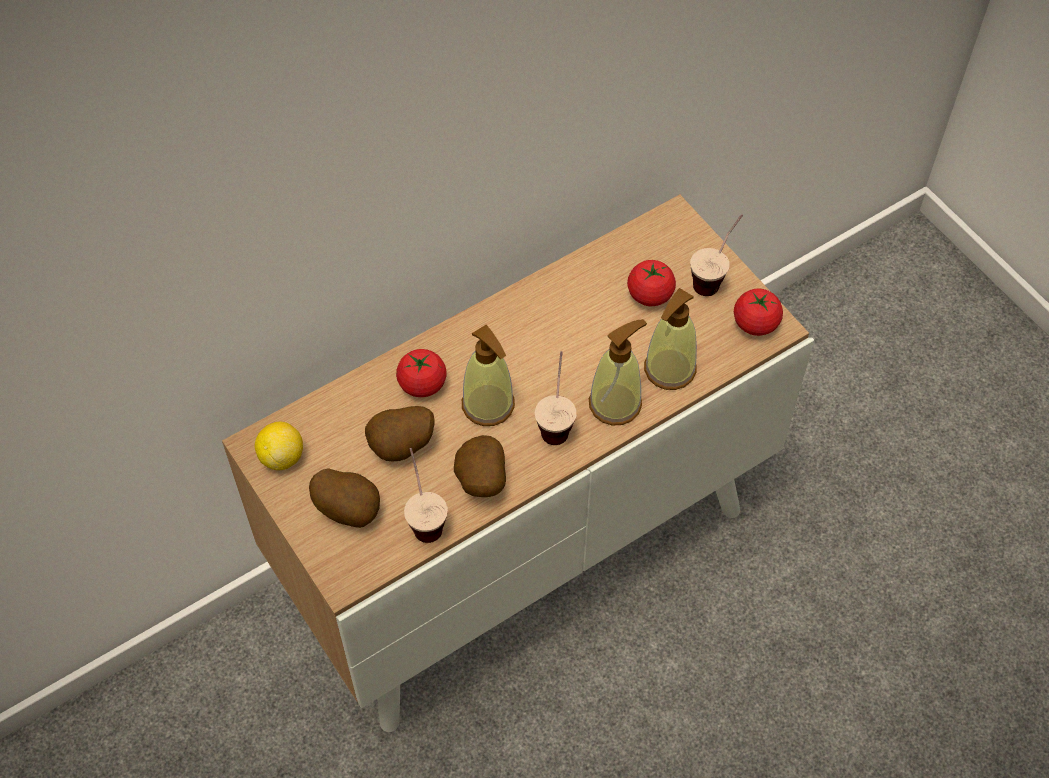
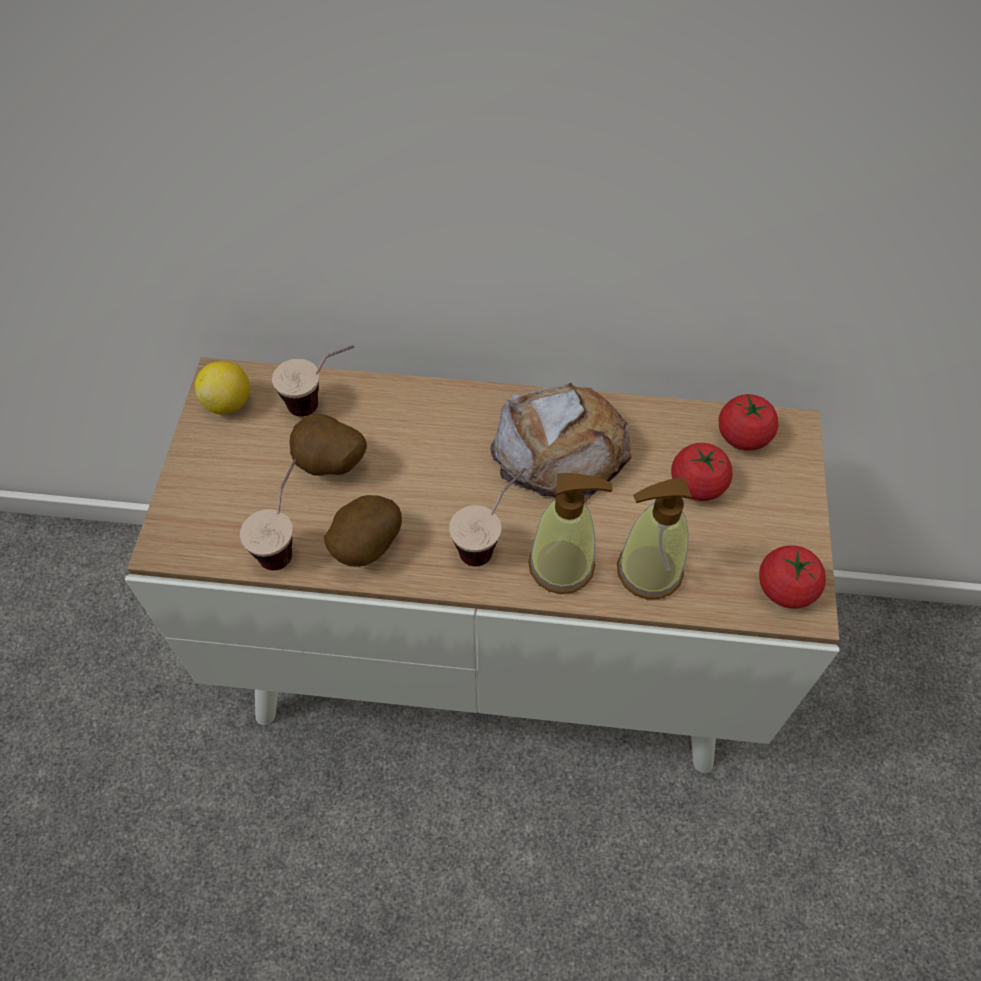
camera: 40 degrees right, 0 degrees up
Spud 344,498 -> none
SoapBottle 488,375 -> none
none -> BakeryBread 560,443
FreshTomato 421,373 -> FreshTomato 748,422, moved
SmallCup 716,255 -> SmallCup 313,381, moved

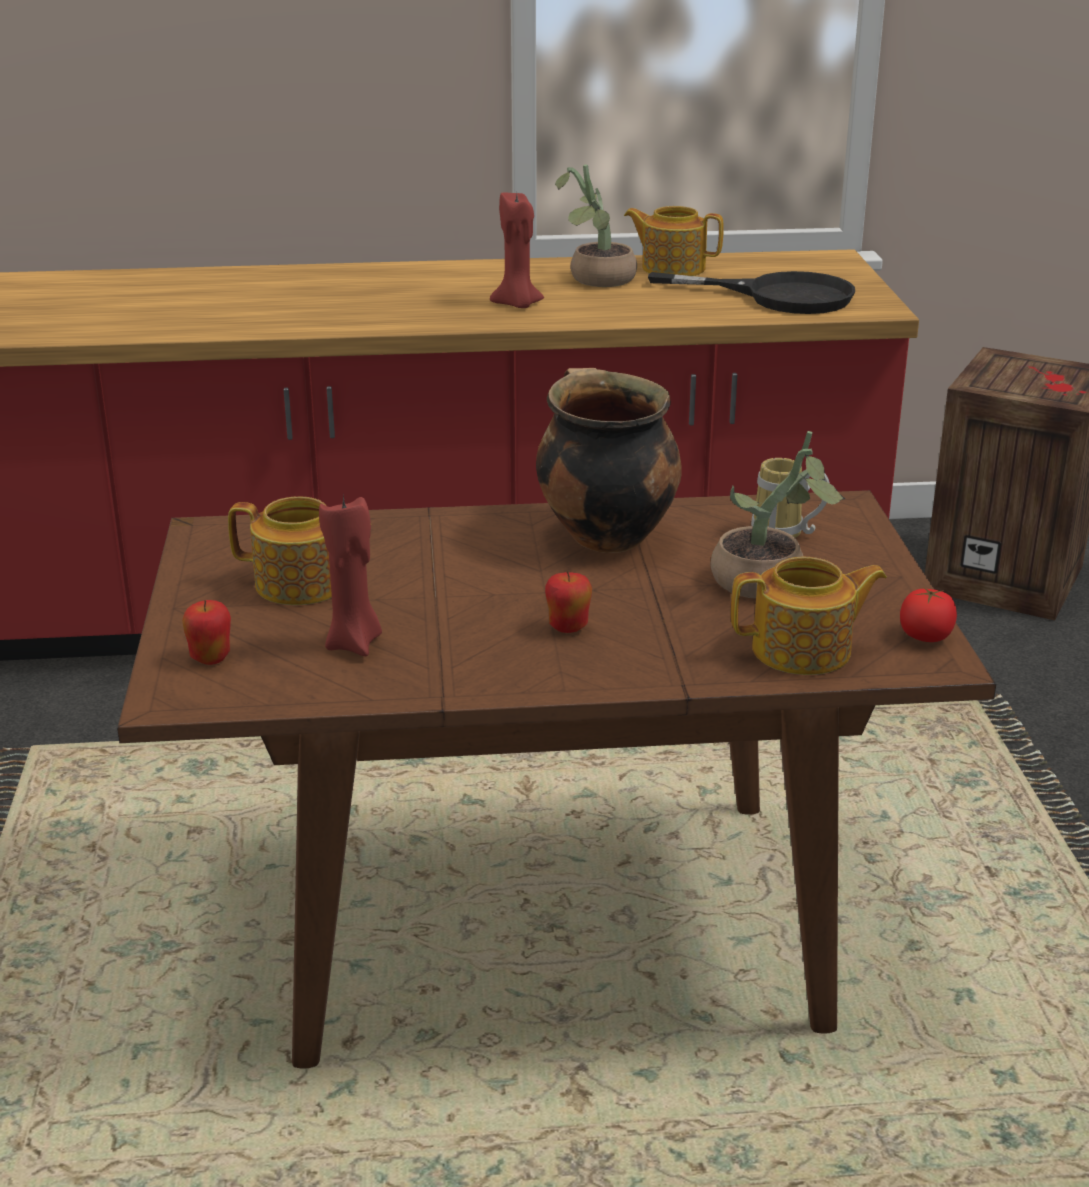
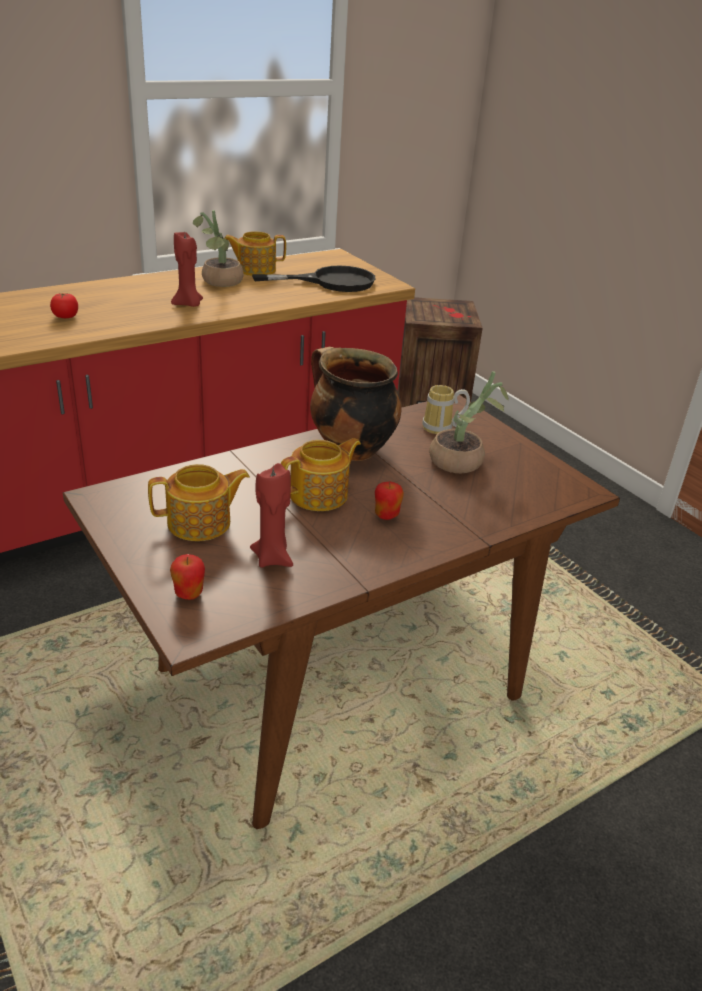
camera: 30 degrees left, 5 degrees up
TeaPot 809,616 -> TeaPot 321,474, moved
FreshTomato 928,614 -> FreshTomato 64,305, moved

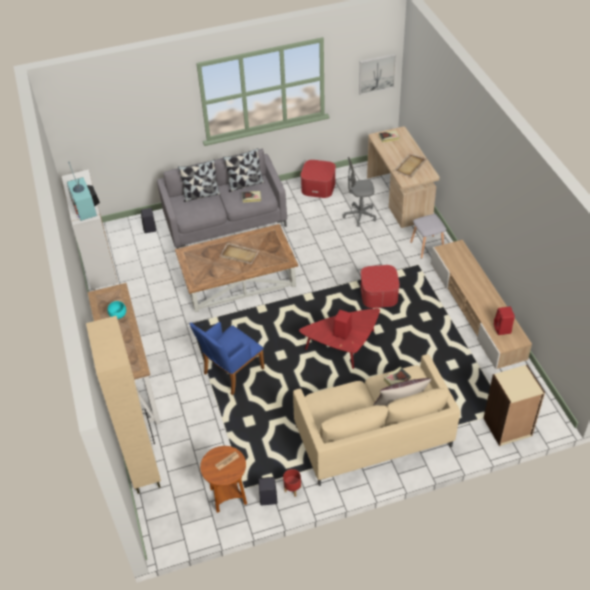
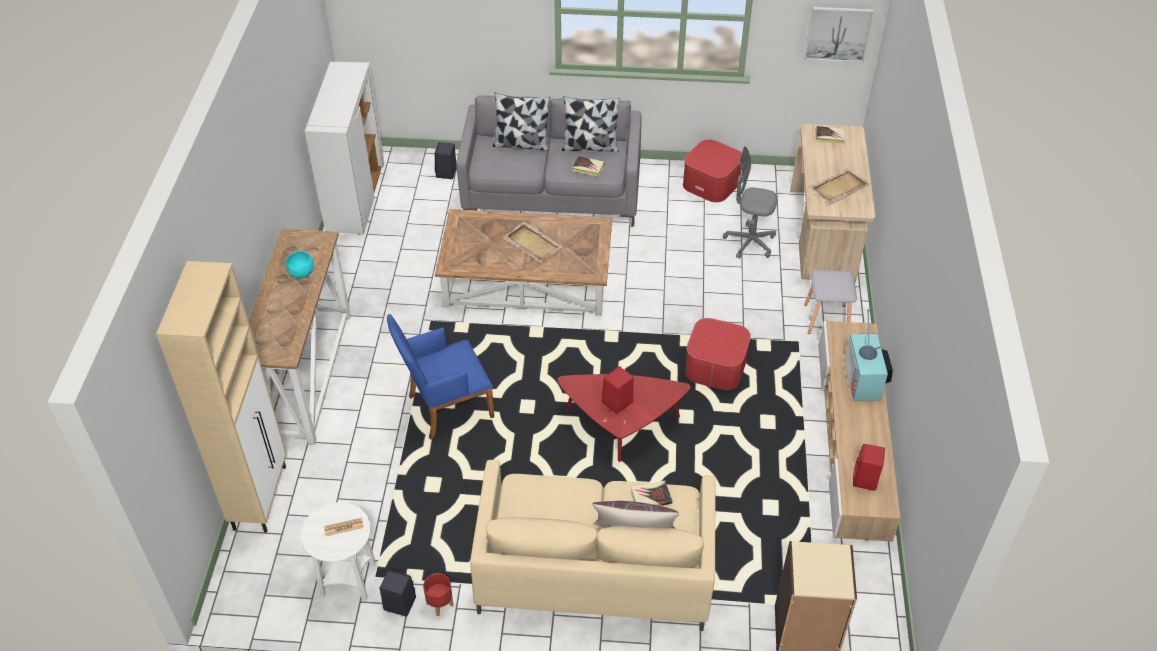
camera: 20 degrees right, 0 degrees up
Television 83,191 -> Television 868,355, moved
BrownColouredAccentTable 223,479 -> WhitishAccentTable 338,551

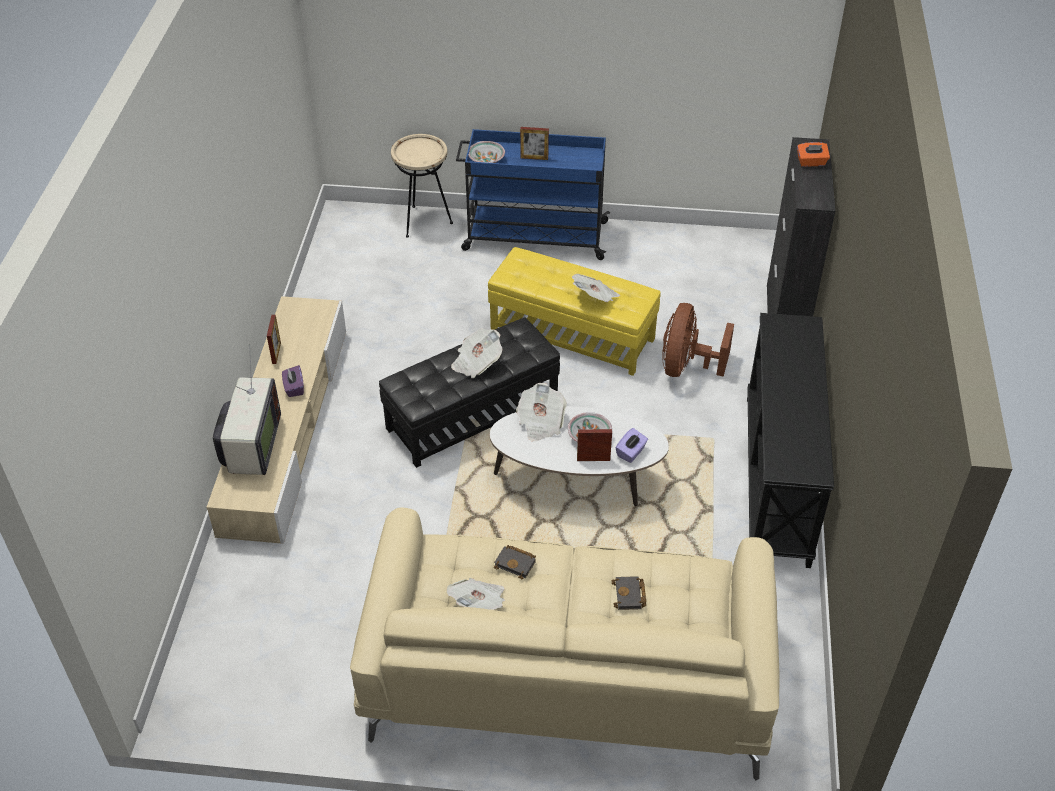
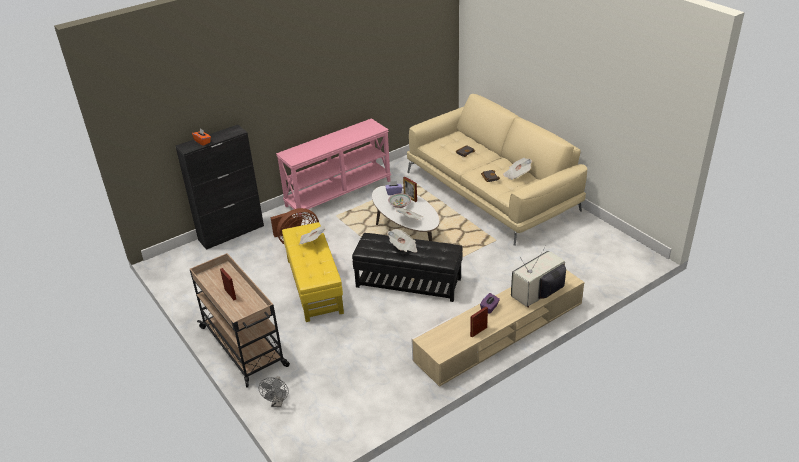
camera: 130 degrees left, 10 degrees down
Bowl 486,152 -> none
BeigeAccentTable 422,186 -> GreyElectricFan 274,391
BlueColouredWheeledCart 533,194 -> BeigeWheeledCart 240,320
BlackHallTable 790,440 -> PinkColouredHallTable 333,167

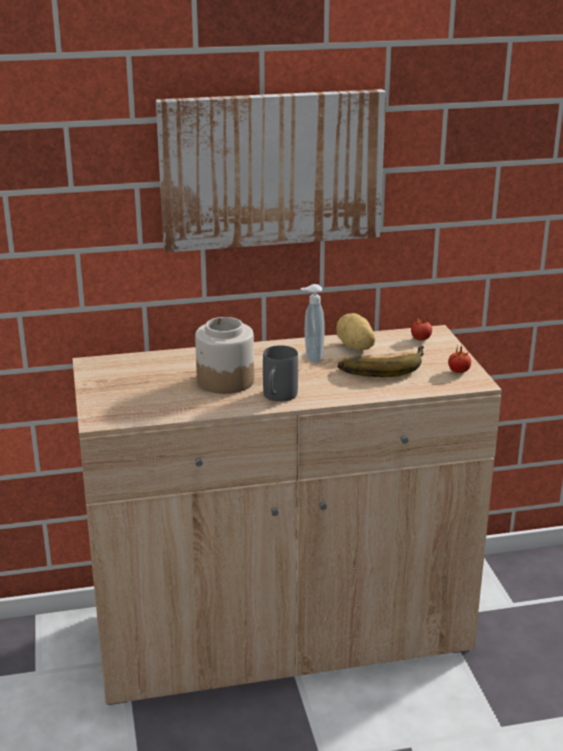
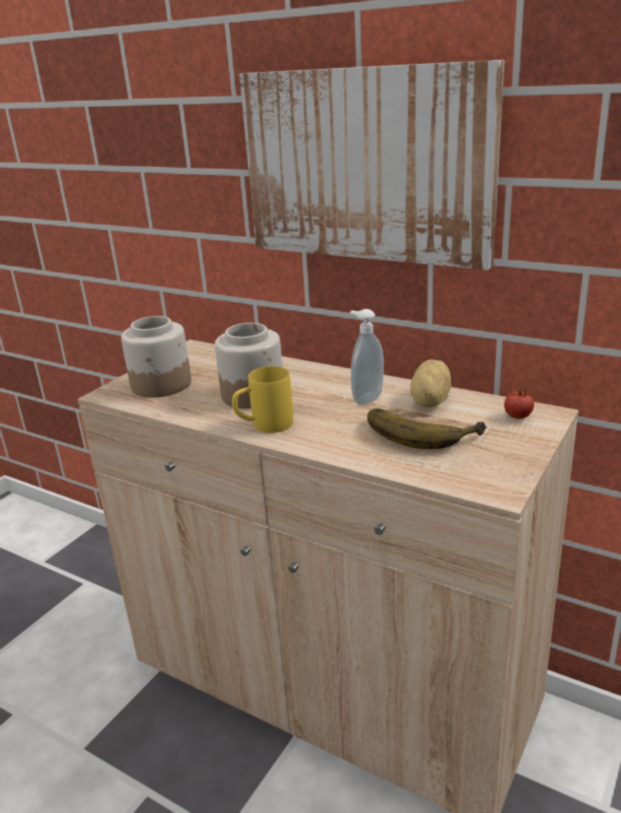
camera: 45 degrees right, 0 degrees up
FreshTomato 459,359 -> none
none -> StorageJar 156,357
GreyMug 280,373 -> YellowishMug 262,399

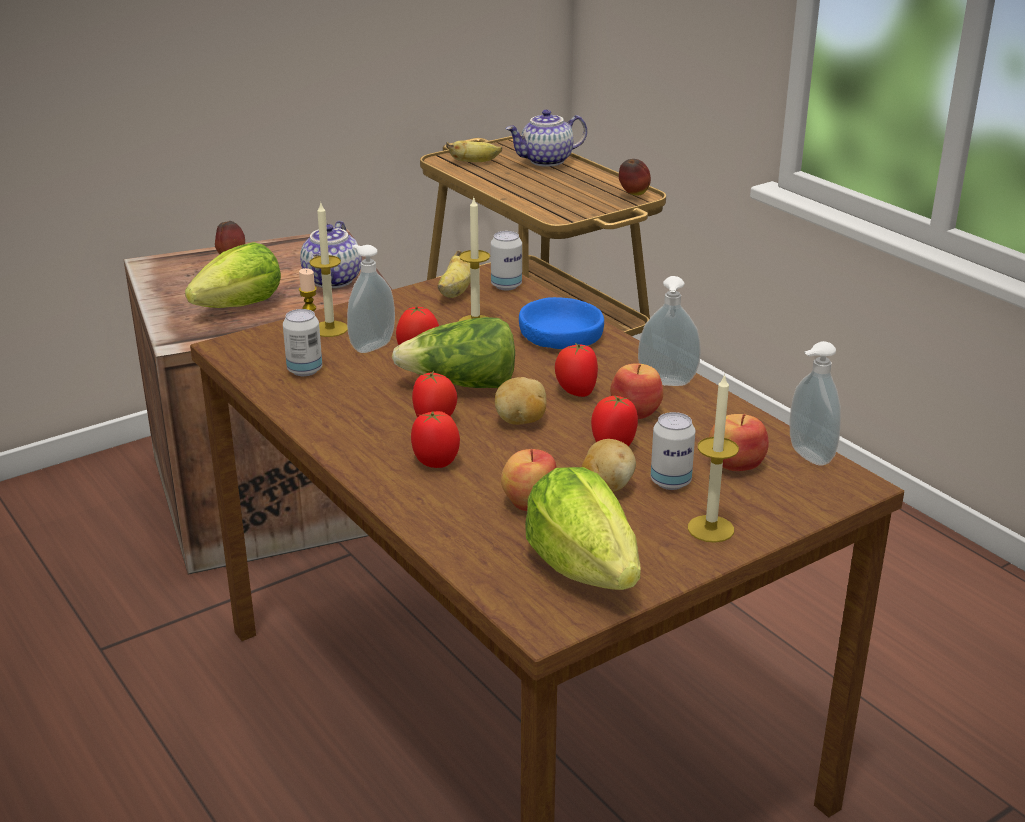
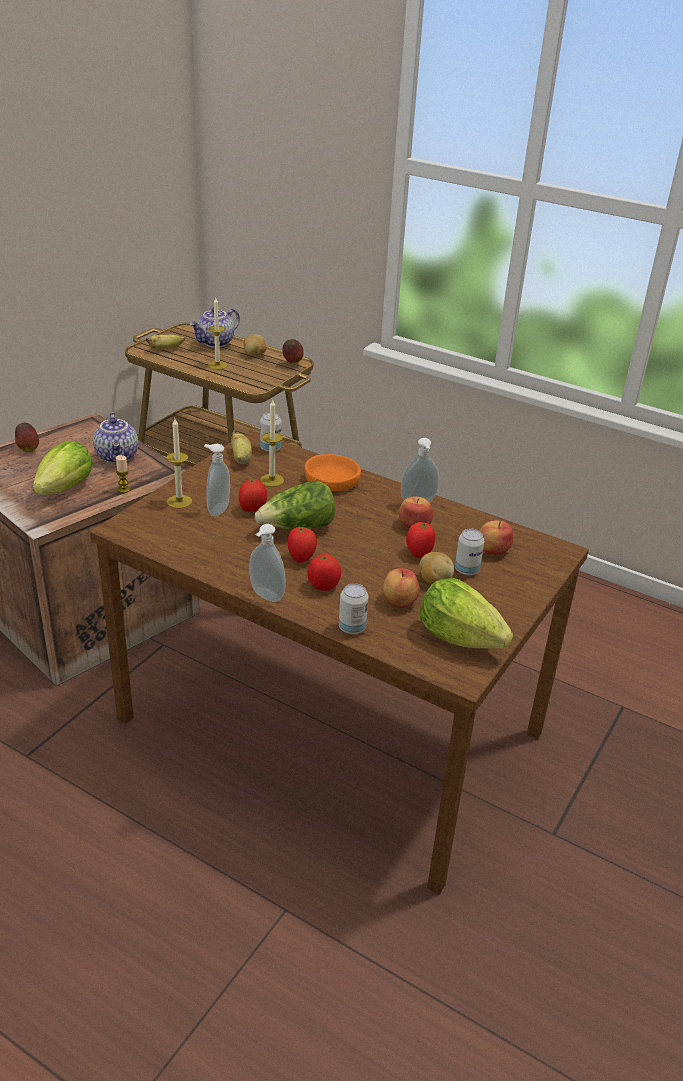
camera: 25 degrees left, 5 degrees up
FreshTomato 576,370 -> none
Can 302,342 -> Can 354,608, moved
Spud 521,401 -> Spud 255,345, moved
WaxLight 713,458 -> WaxLight 217,334, moved
SoapBottle 815,403 -> SoapBottle 267,563, moved
BlueColouredBowl 561,323 -> OrangeColouredBowl 332,472

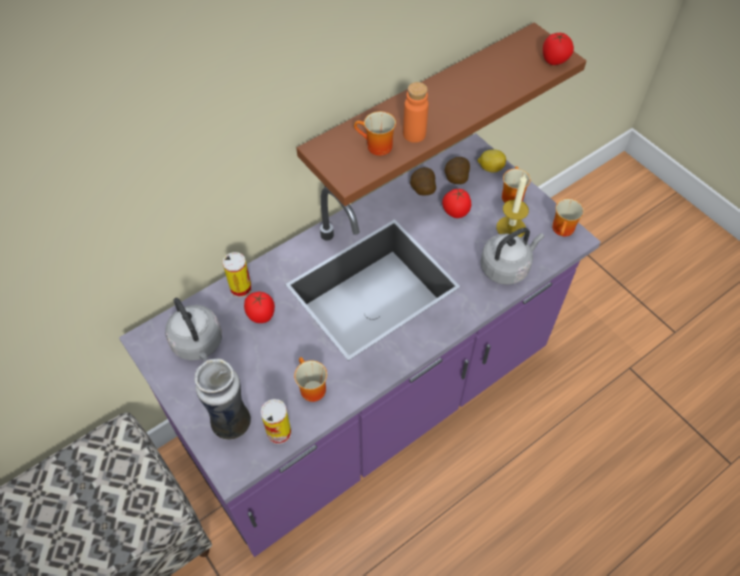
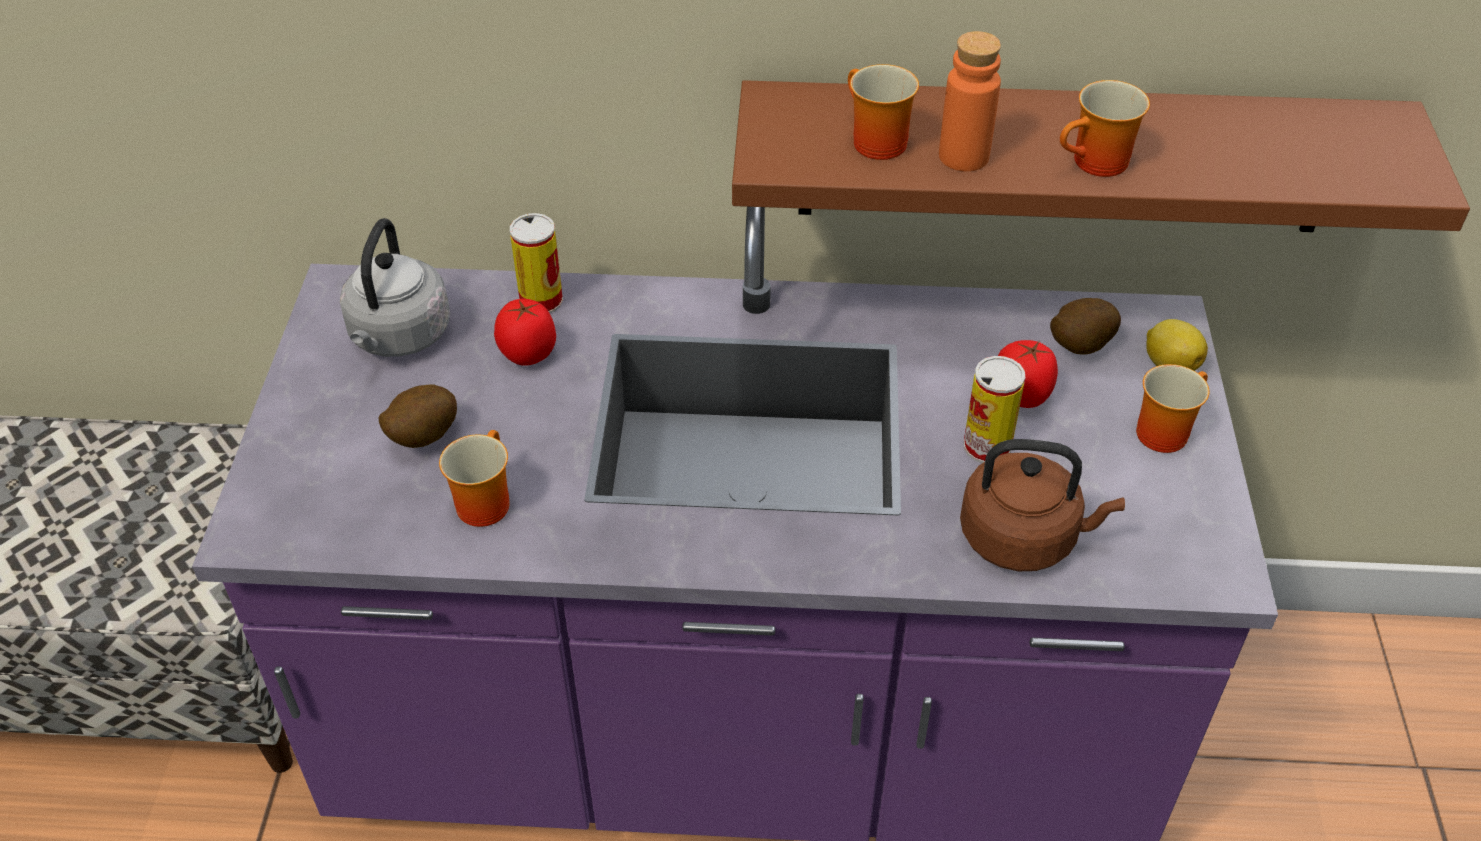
camera: 40 degrees right, 10 degrees down
DecorativeVase 222,399 -> none
WaxLight 512,206 -> none
FreshTomato 558,49 -> none
Can 276,421 -> Can 994,409, moved
Spud 423,181 -> Spud 418,416, moved
Mug 568,217 -> Mug 1105,128, moved
GreyWaterKettle 512,256 -> BrownColouredWaterKettle 1042,505

